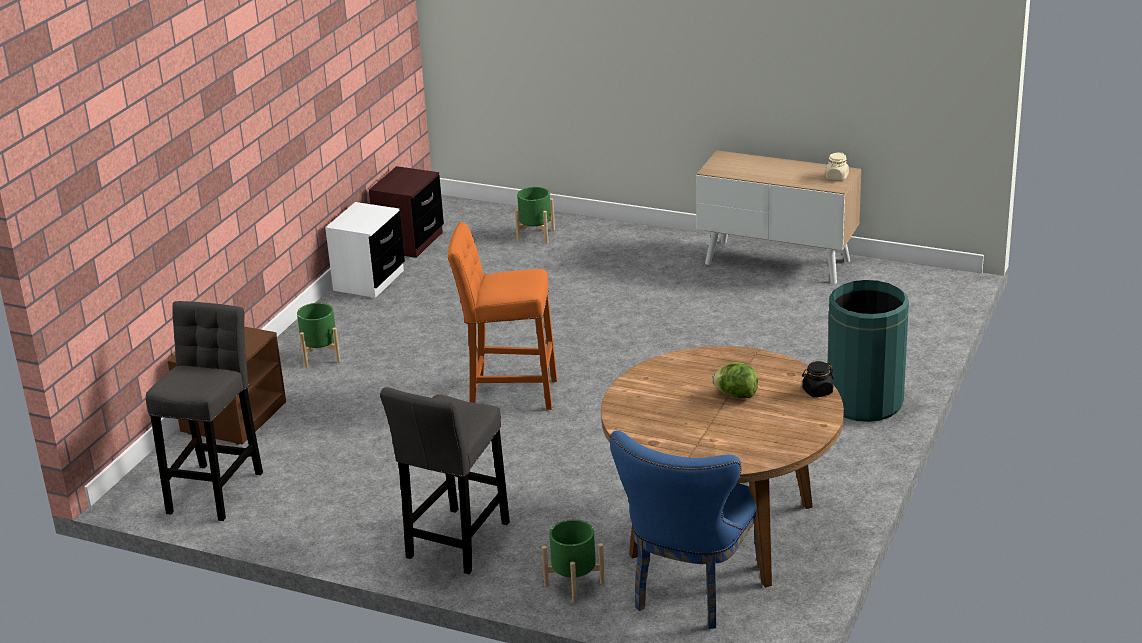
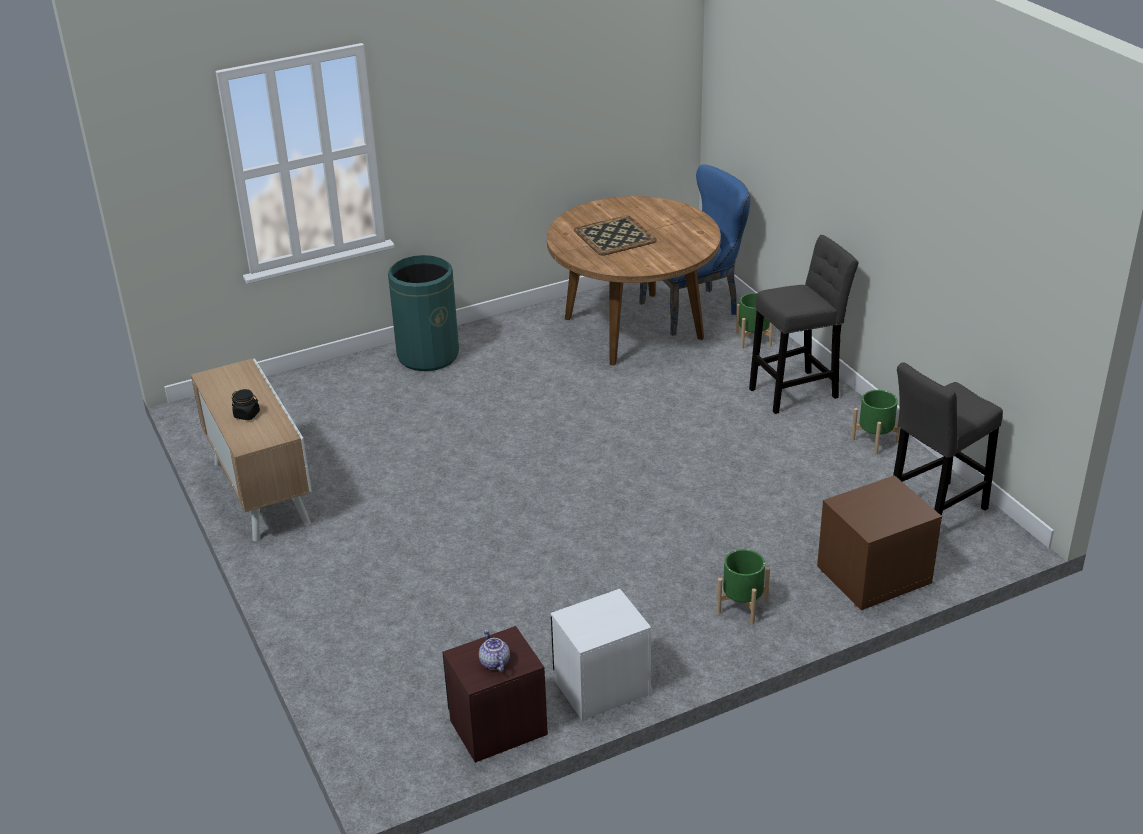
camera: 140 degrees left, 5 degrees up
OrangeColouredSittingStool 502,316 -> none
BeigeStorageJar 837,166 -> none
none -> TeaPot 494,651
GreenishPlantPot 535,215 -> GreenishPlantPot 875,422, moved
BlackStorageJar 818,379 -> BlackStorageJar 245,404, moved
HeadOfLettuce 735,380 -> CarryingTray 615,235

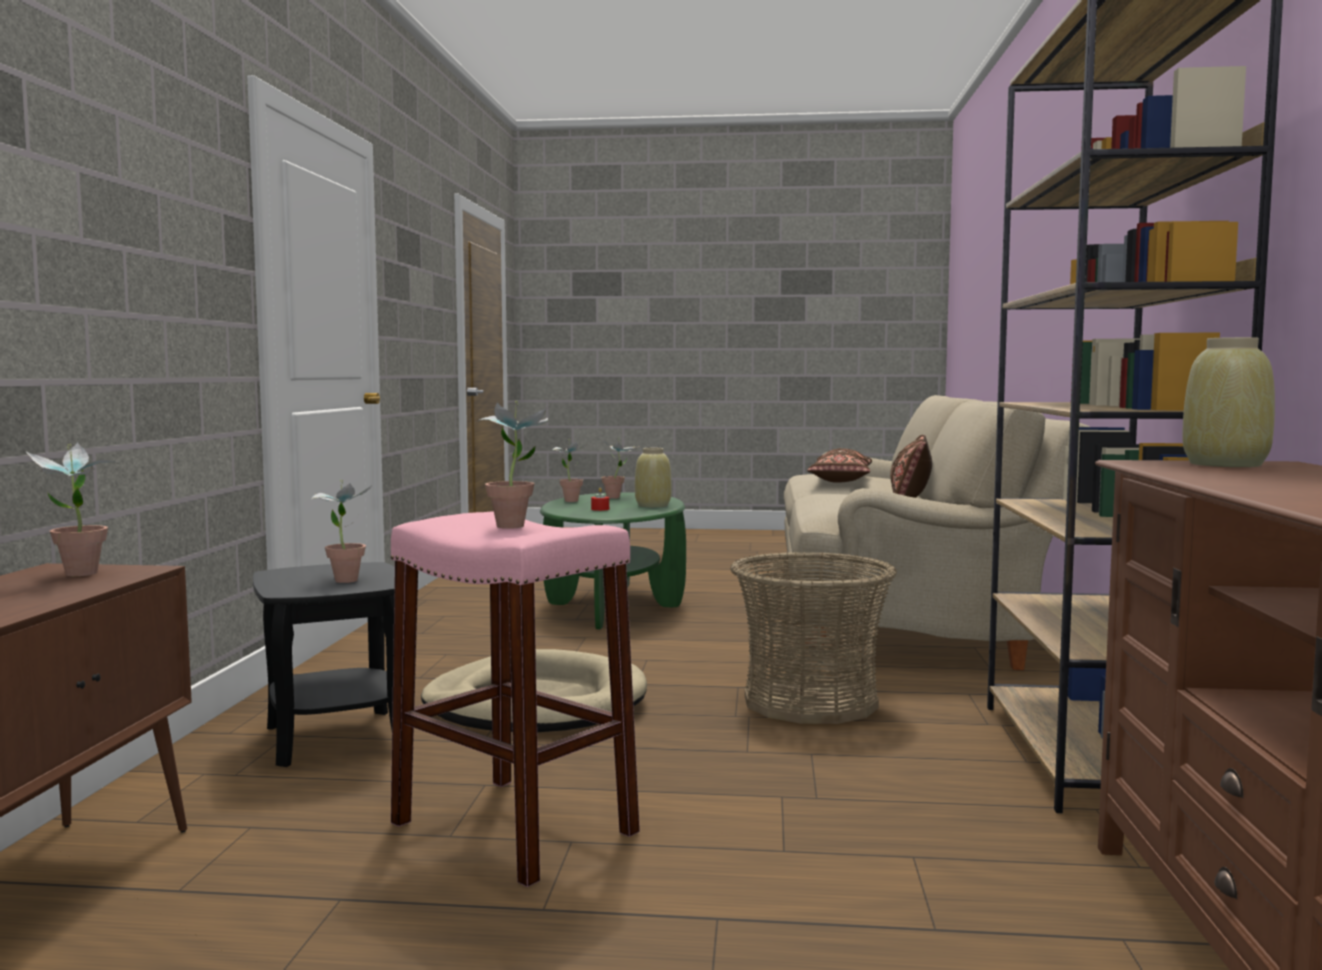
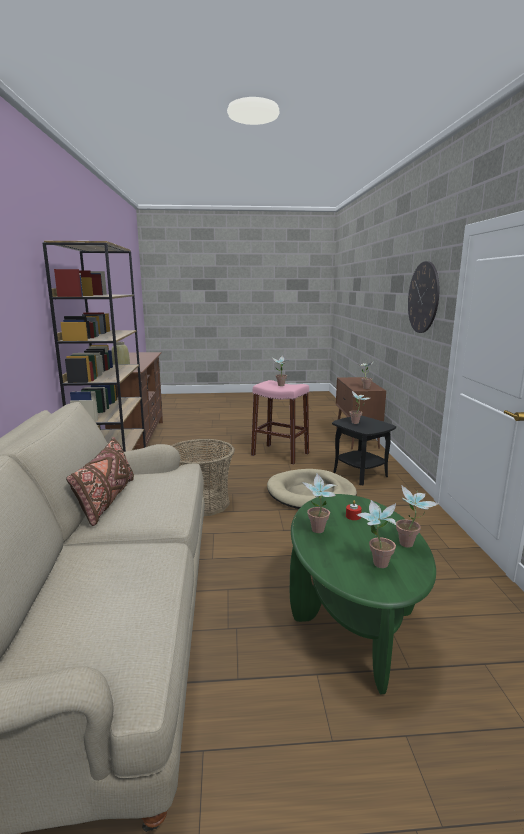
camera: 170 degrees right, 10 degrees up
BrownColouredThrowPillow 839,465 -> none
none -> HangingClock 423,297
BeigeDecorativeVase 653,477 -> PlantInAPot 320,503

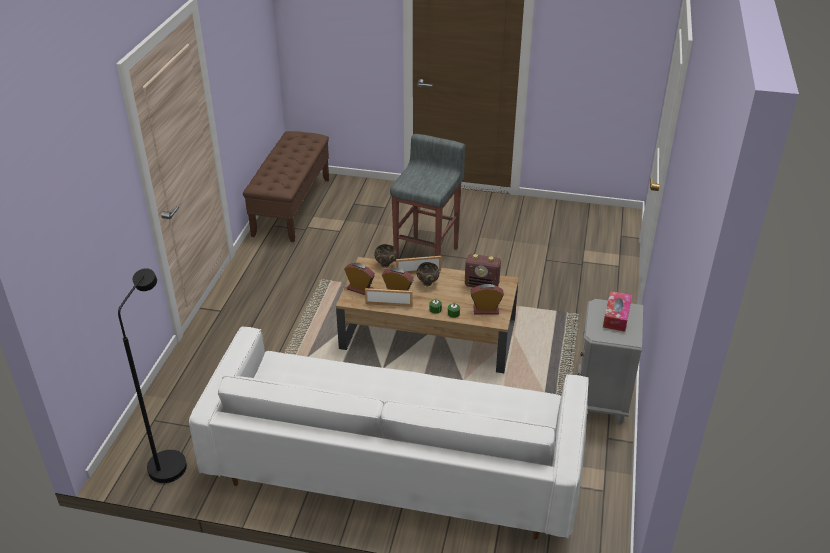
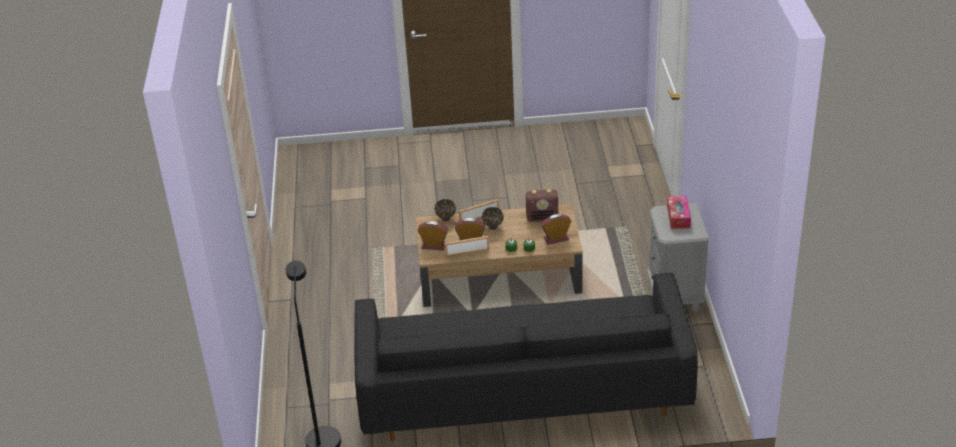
camera: 15 degrees left, 0 degrees up
BrownColouredLongSeat 286,186 -> none
GreySittingStool 428,198 -> none
WhitishSettee 389,433 -> BlackSettee 526,357

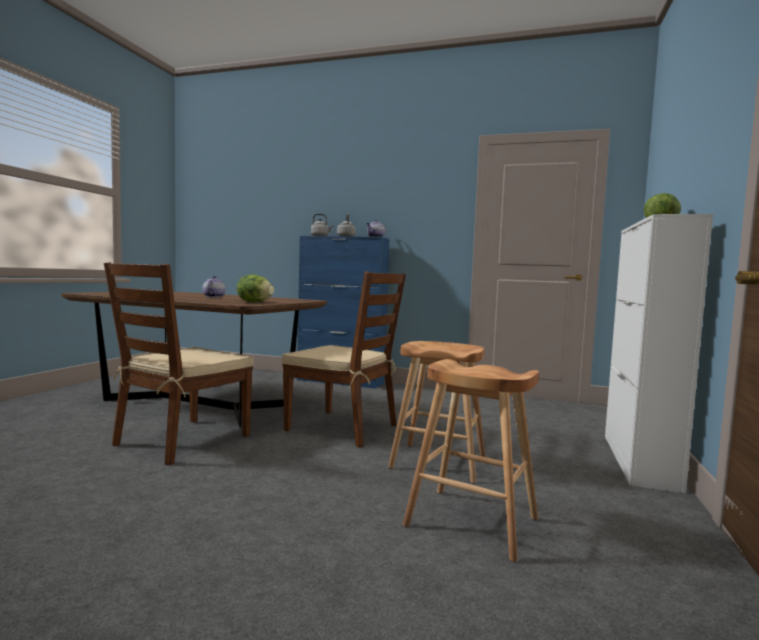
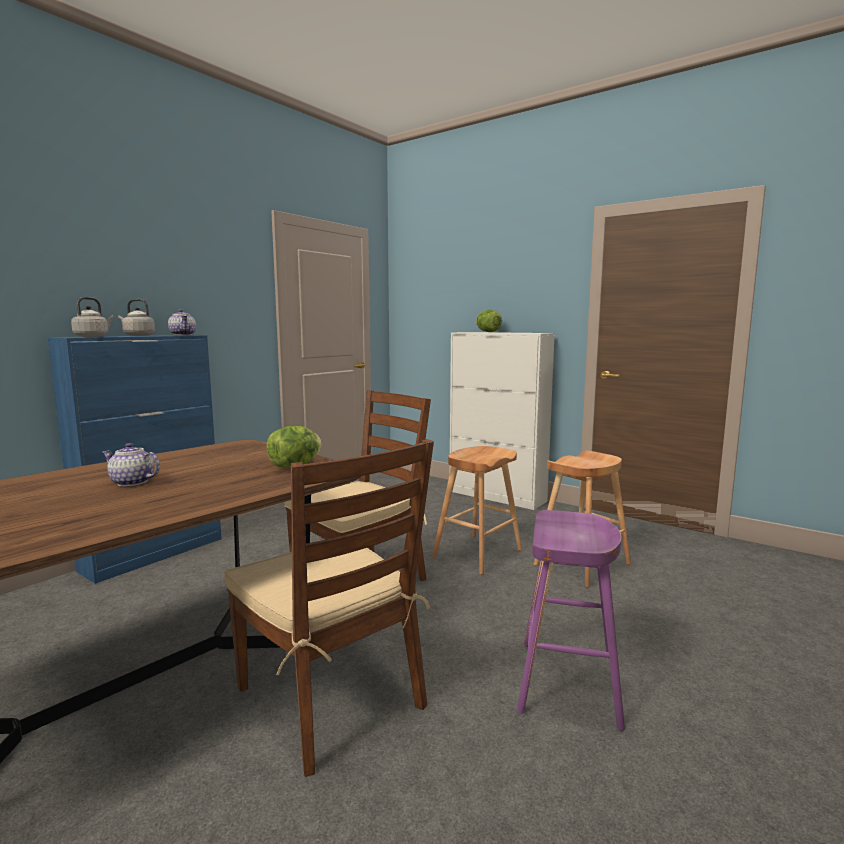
camera: 70 degrees left, 5 degrees up
none -> PurplishSittingStool 571,620

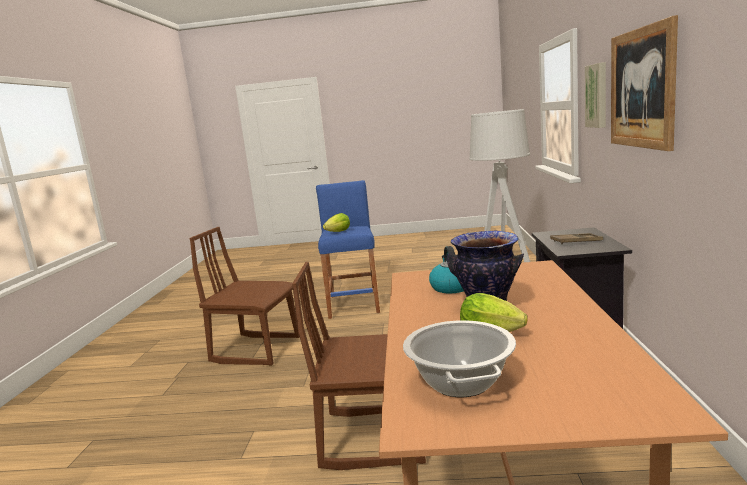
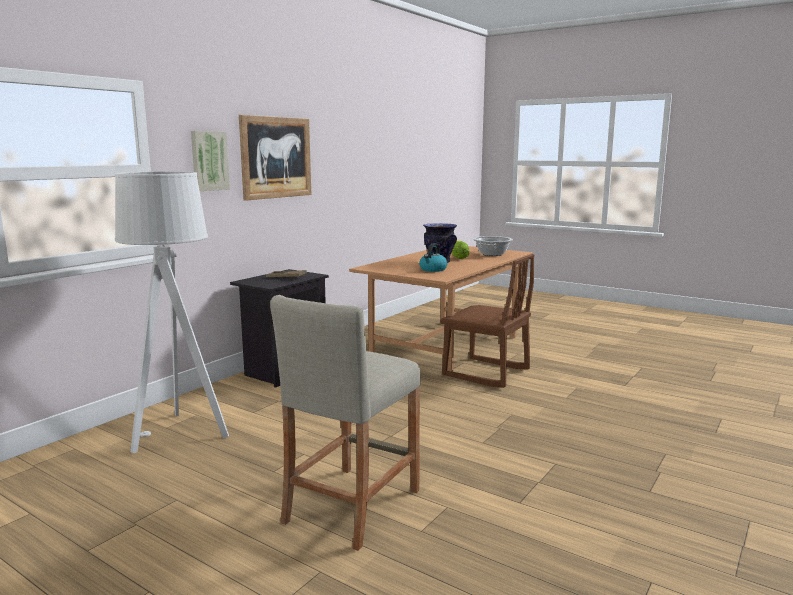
camera: 150 degrees left, 0 degrees up
BrownColouredPlainChair 244,296 -> none
HeadOfLettuce 336,222 -> none
BlueColouredSittingStool 348,249 -> BeigeSittingStool 345,423

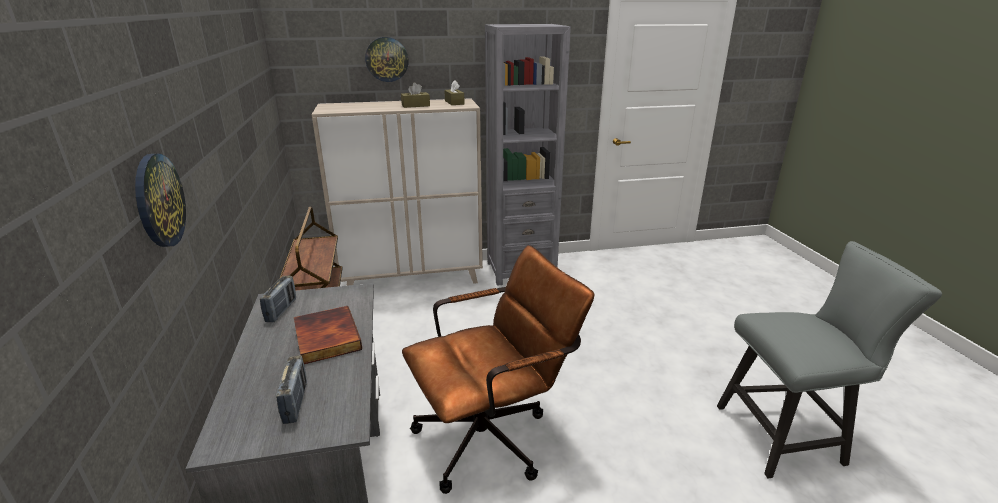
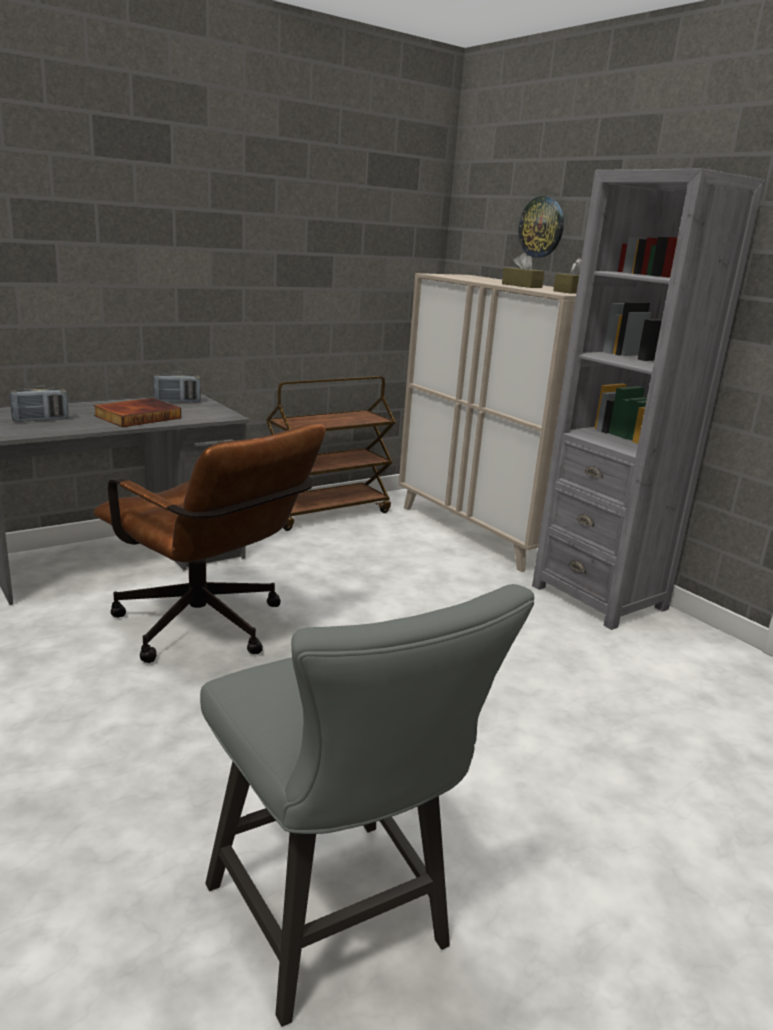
camera: 65 degrees right, 5 degrees down
HangingClock 160,200 -> none

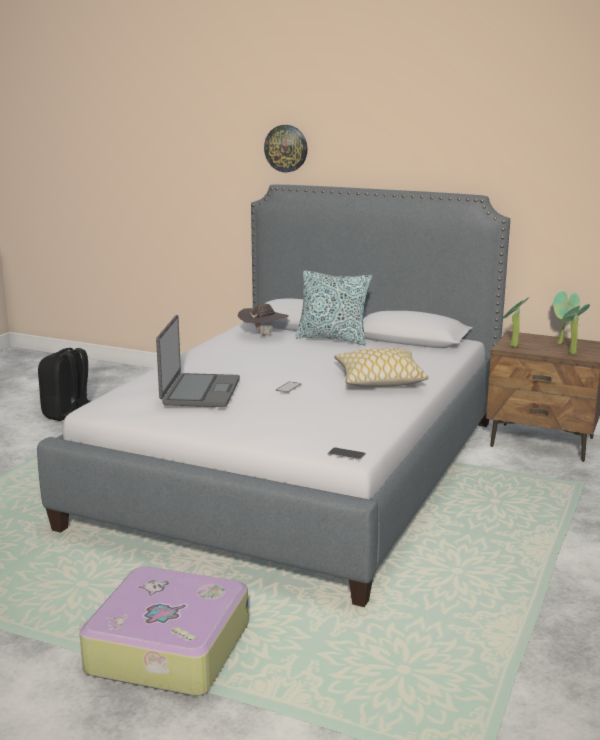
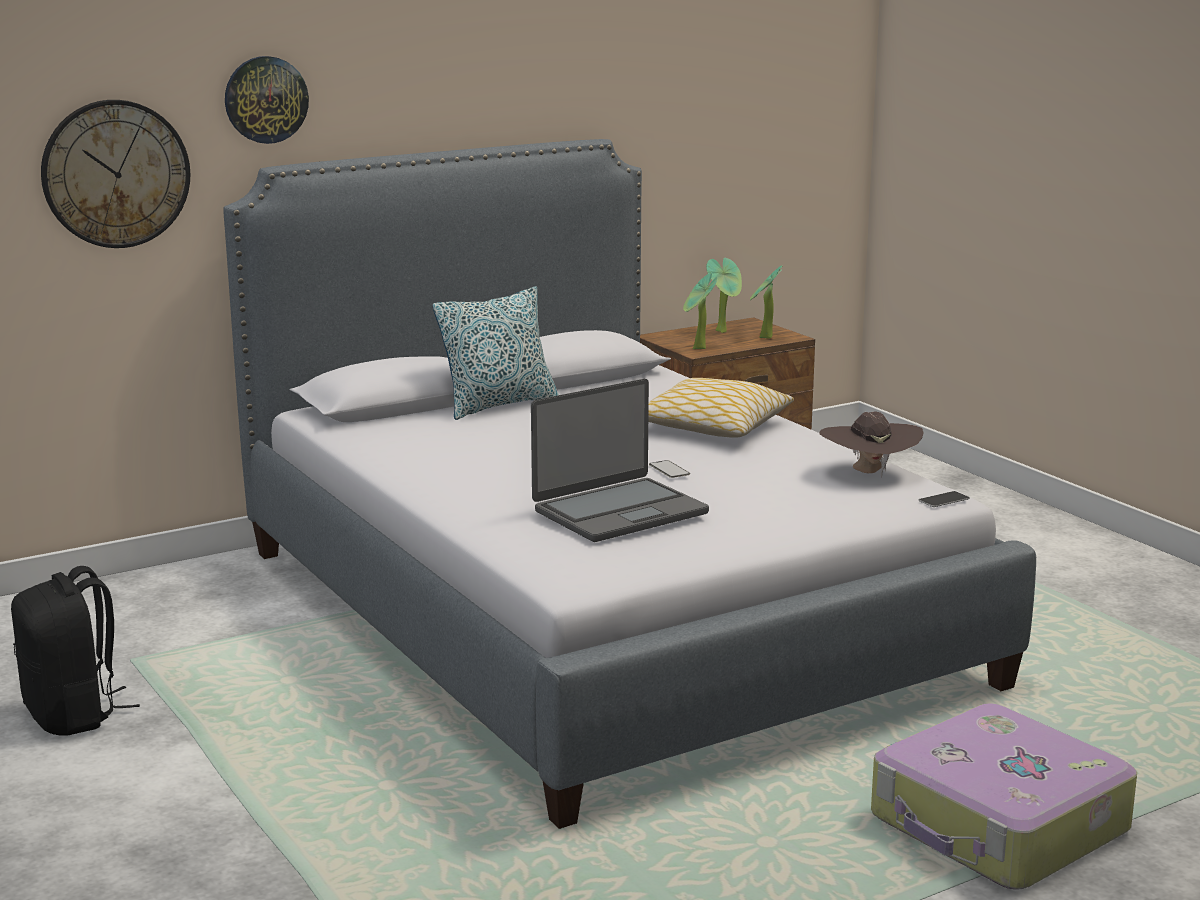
camera: 55 degrees left, 0 degrees up
none -> HangingClock 115,174
BrownColouredHat 263,320 -> BrownColouredHat 871,444, moved
Laptop 198,361 -> Laptop 620,460, 105 degrees clockwise

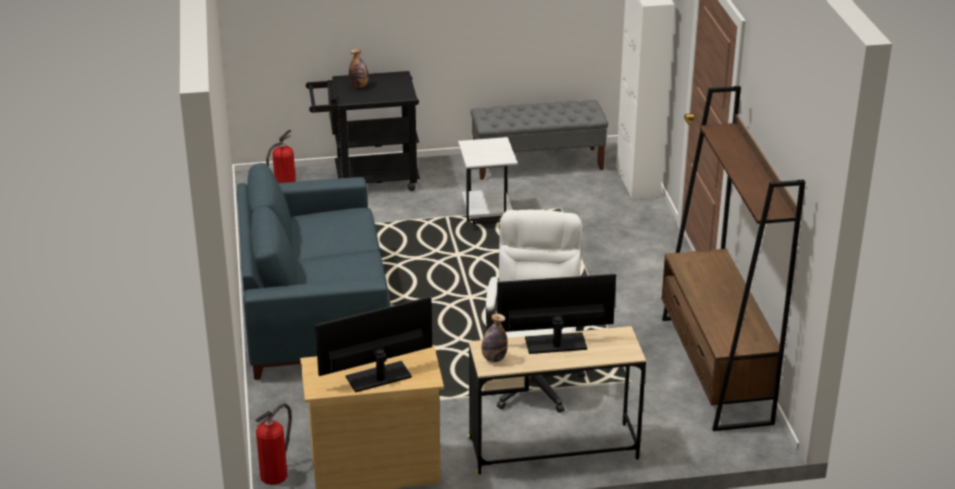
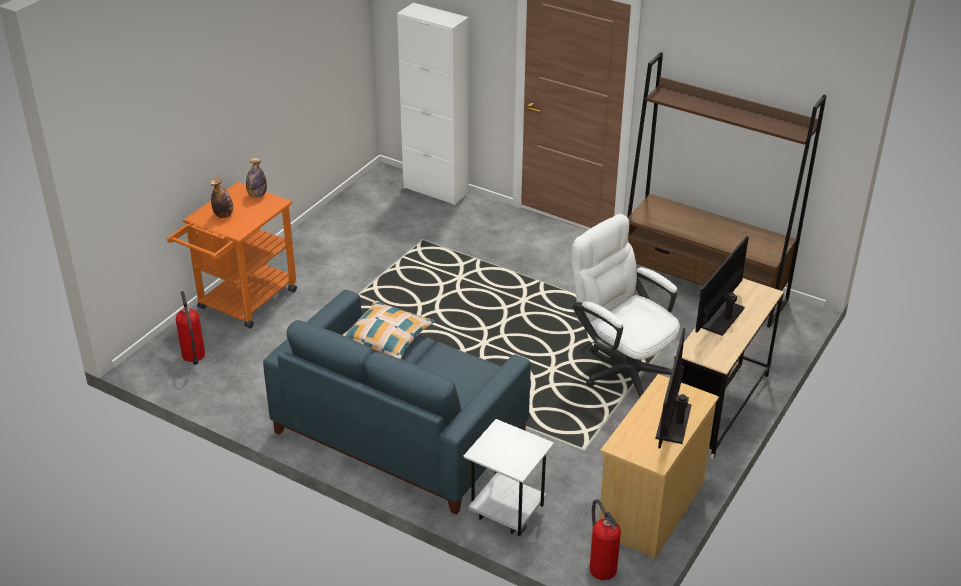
camera: 50 degrees left, 5 degrees up
GreyLongSeat 539,140 -> none
none -> ThrowPillow 389,330
WhitishAccentTable 487,180 -> WhitishAccentTable 508,477, moved
Bottle 495,338 -> Bottle 256,178, moved
BlackWheeledCart 363,131 -> OrangeColouredWheeledCart 232,255

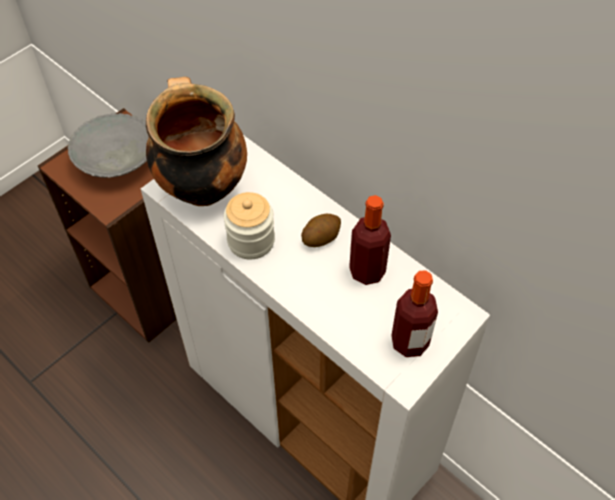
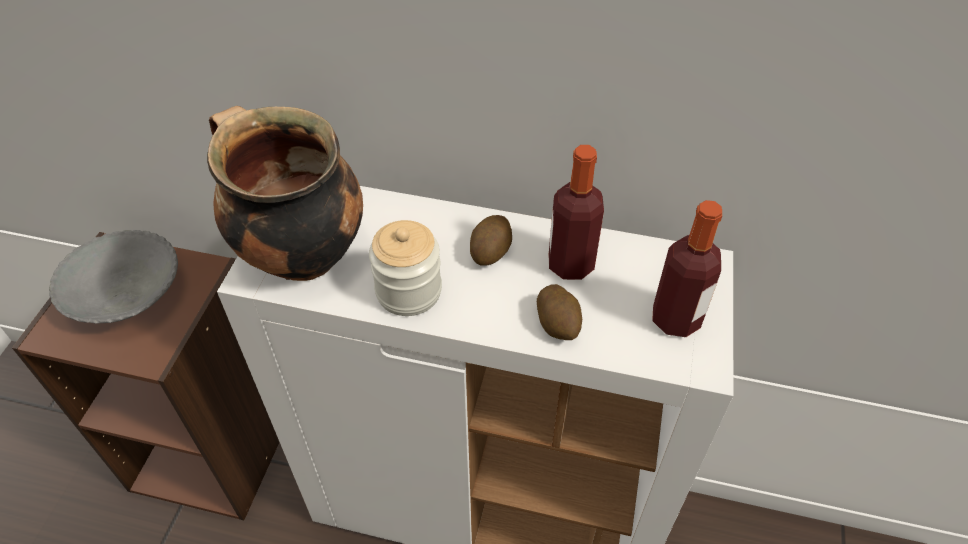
camera: 30 degrees left, 5 degrees down
none -> Spud 559,312

